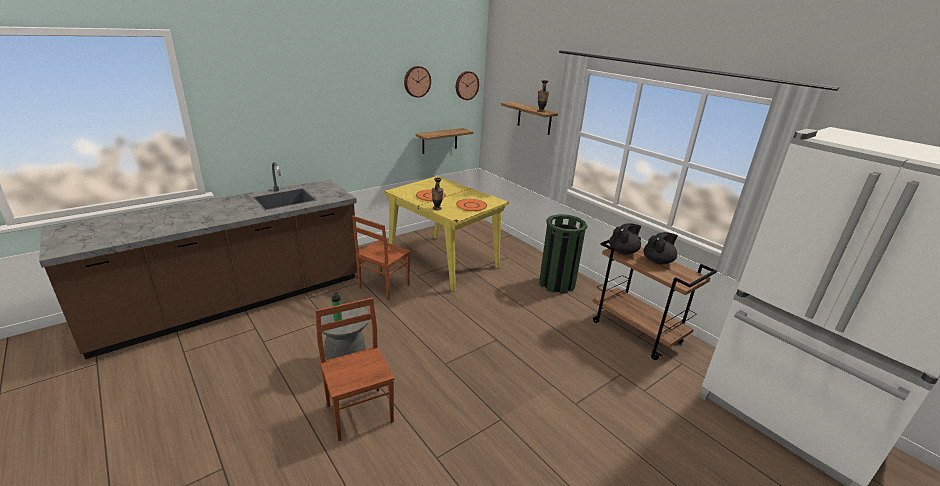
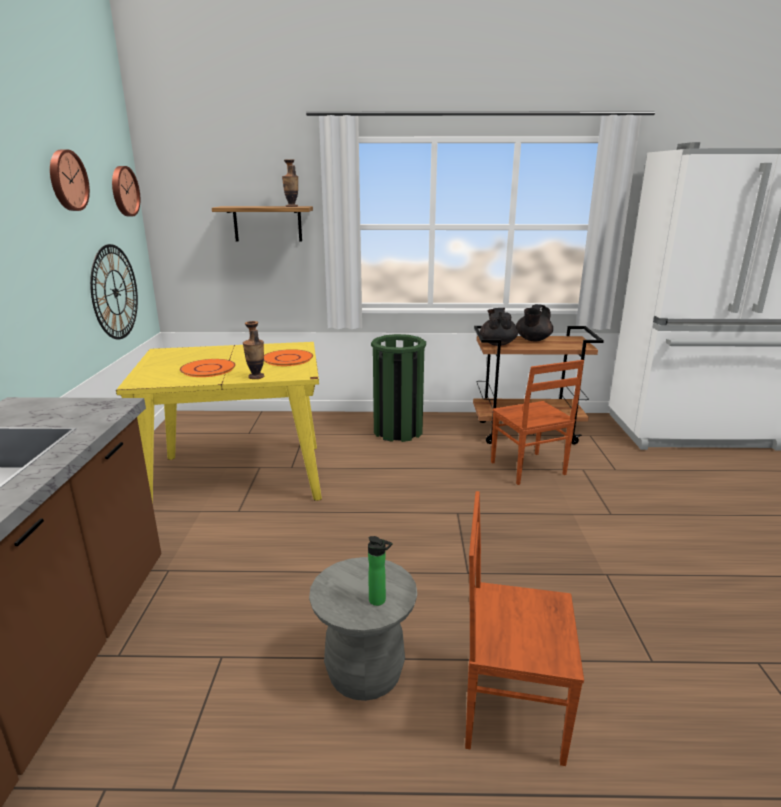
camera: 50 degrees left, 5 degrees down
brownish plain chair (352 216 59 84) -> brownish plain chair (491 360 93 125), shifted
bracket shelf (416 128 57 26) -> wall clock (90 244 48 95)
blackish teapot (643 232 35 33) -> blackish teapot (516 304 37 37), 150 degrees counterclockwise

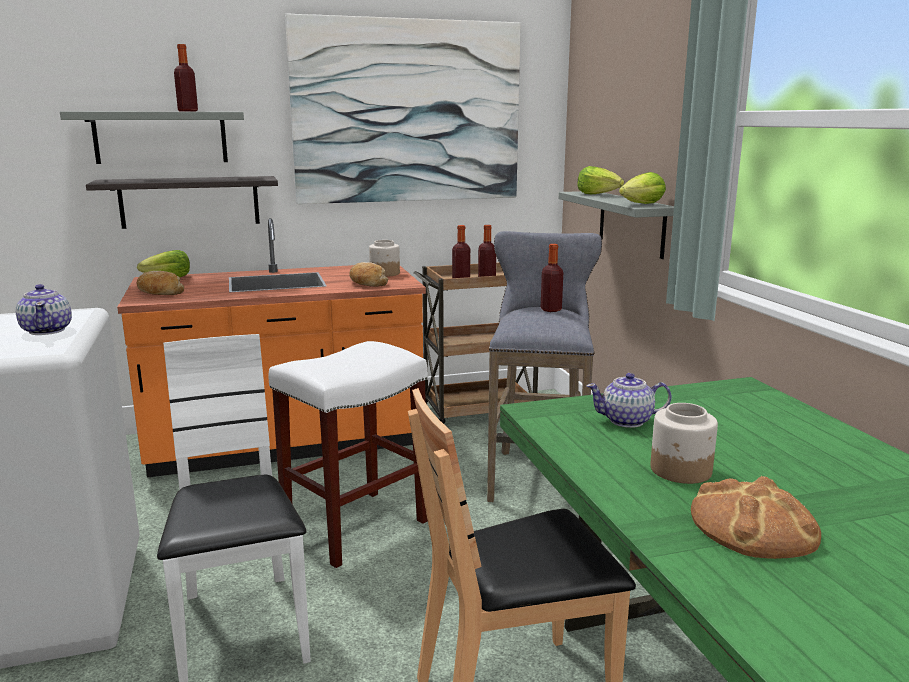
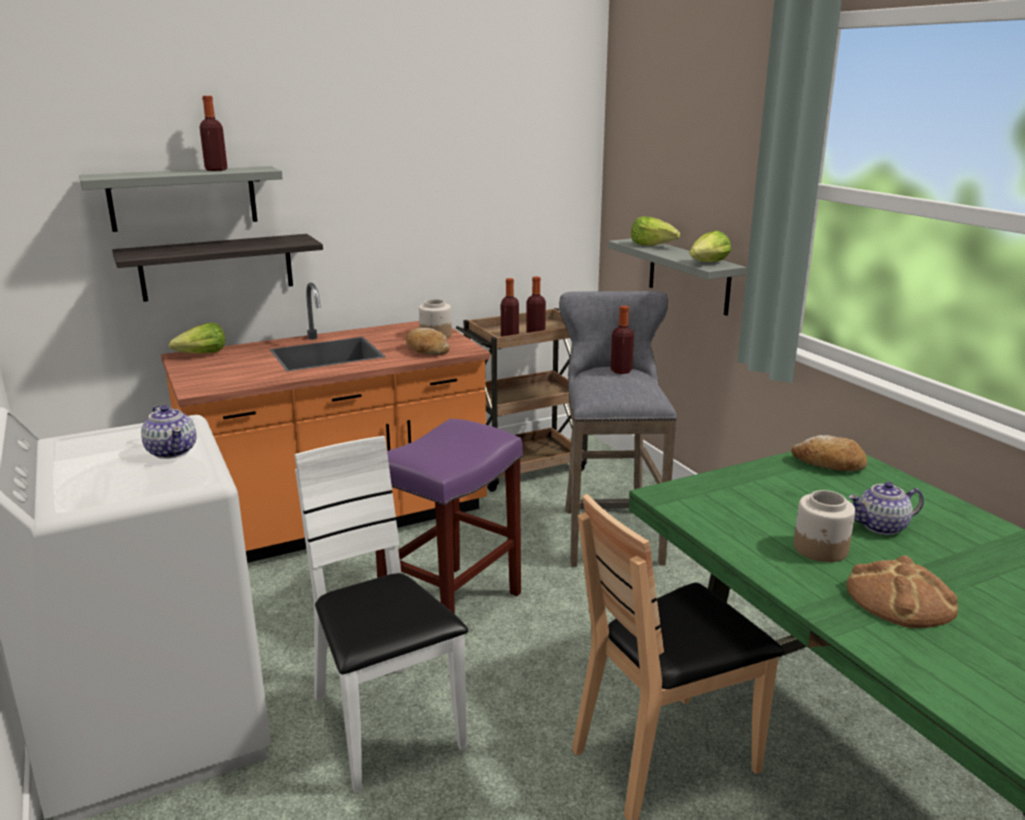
camera: 10 degrees left, 5 degrees up
picture (285 14 236 190) -> none
bread (136 271 48 24) -> bread (791 435 77 36), shifted
teapot (586 373 86 55) -> teapot (848 482 76 53), shifted
whitish sitting stool (268 341 160 227) -> purplish sitting stool (376 419 147 195)

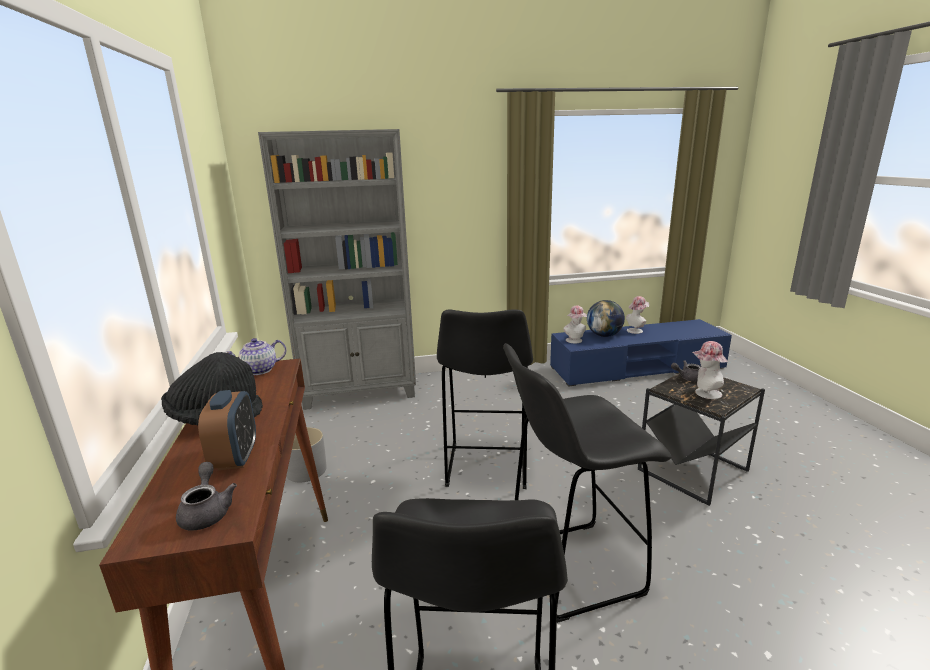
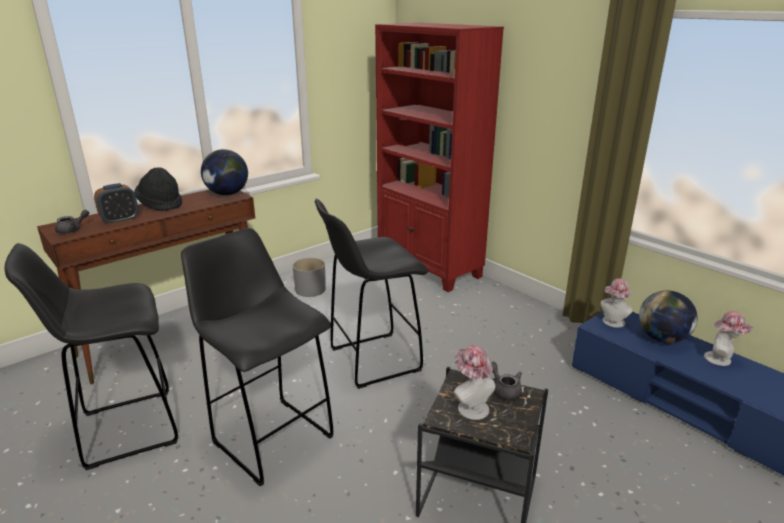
camera: 60 degrees right, 5 degrees up
teapot (225 338 61 37) -> globe (201 149 47 46)
grey shelving unit (258 129 158 281) -> reddish shelving unit (375 23 129 269)

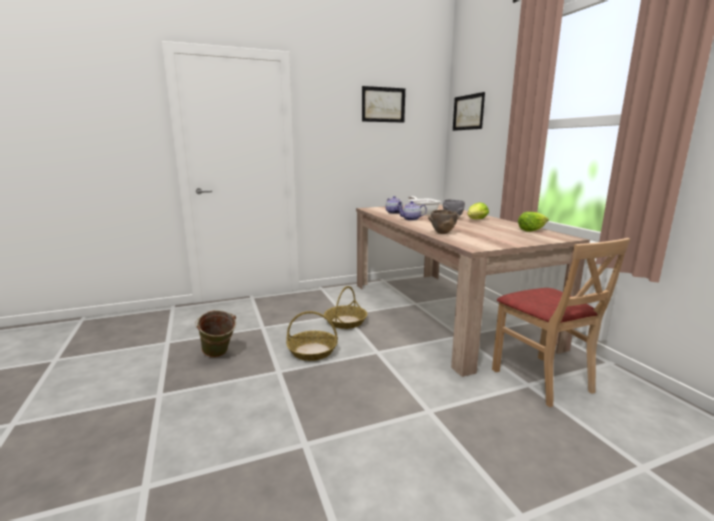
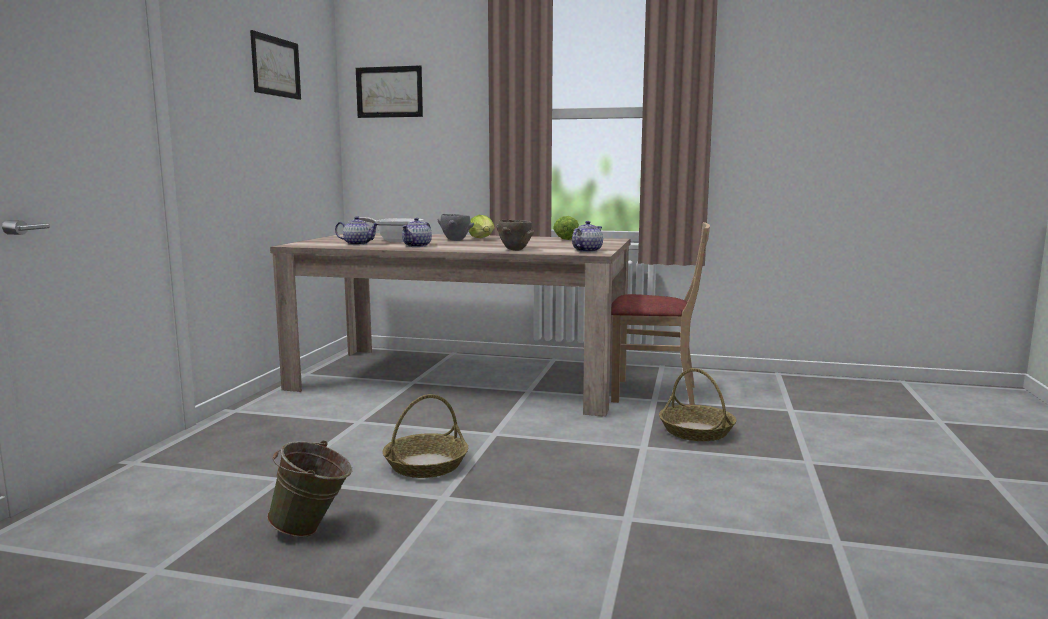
camera: 55 degrees left, 5 degrees down
none -> teapot (572 221 31 31)
storage basket (324 286 43 43) -> storage basket (659 368 77 73), shifted

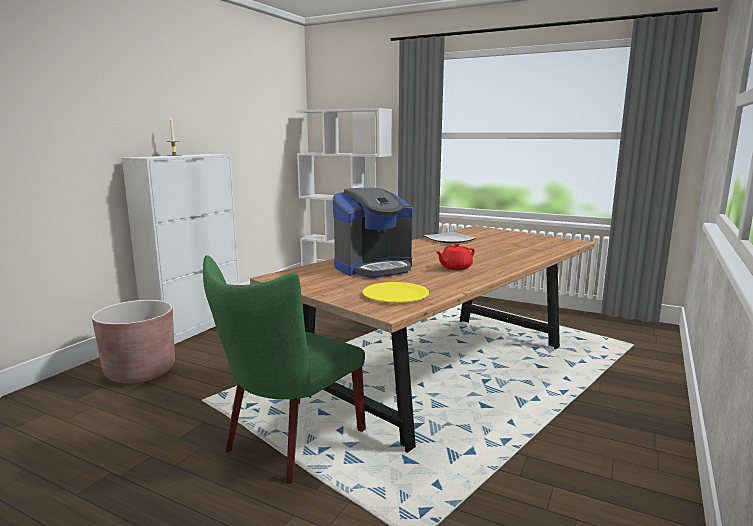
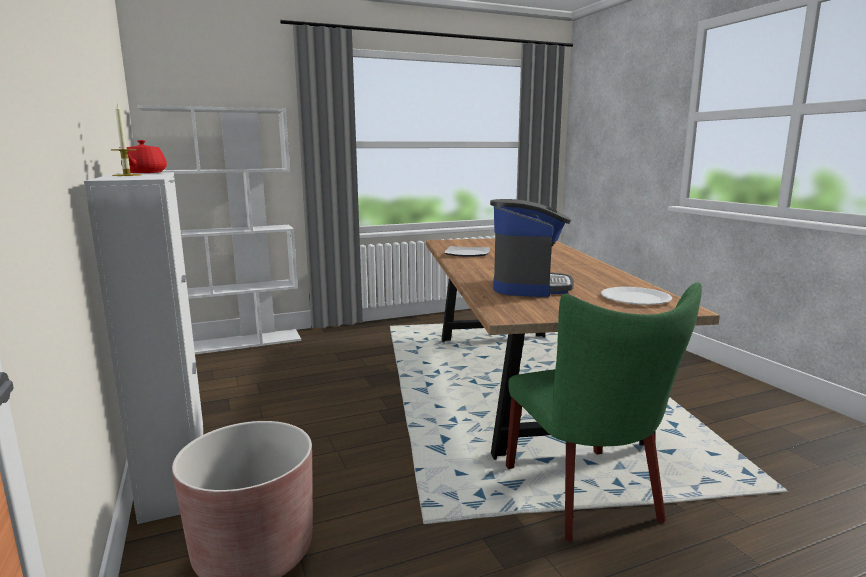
camera: 50 degrees left, 0 degrees up
reddish teapot (436 243 39 27) -> reddish teapot (119 140 48 33), shifted
yellow-coloured dinner plate (363 282 66 21) -> whitish dinner plate (601 287 71 18)

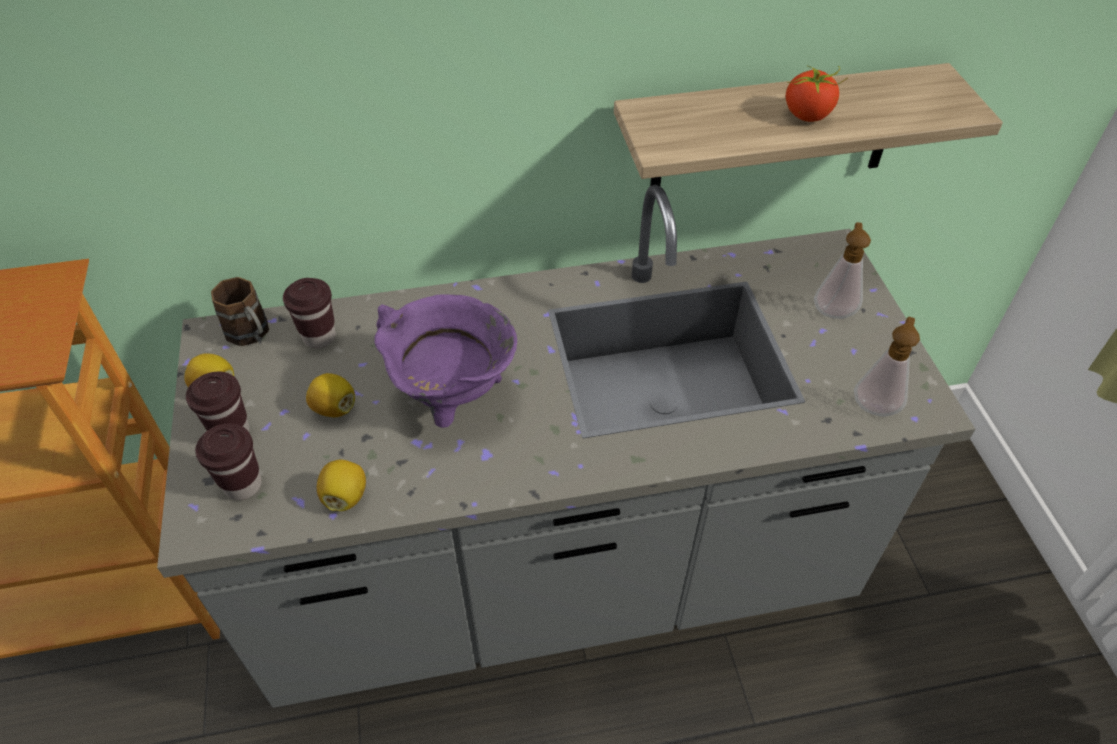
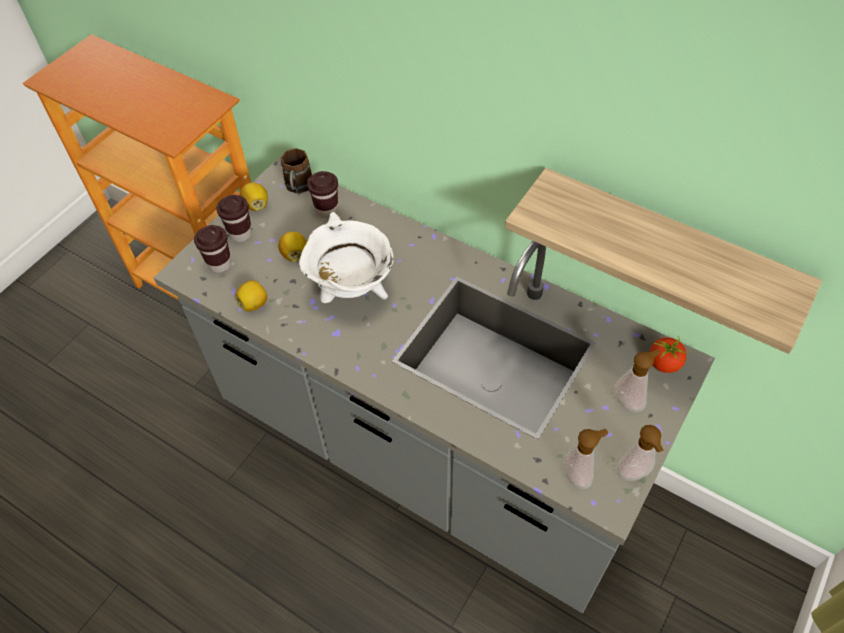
camera: 45 degrees right, 5 degrees up
none -> soap bottle (616 425 47 56)
whole tomato (786 65 62 57) -> whole tomato (650 338 42 35), shifted
purplish stockpot (374 294 143 134) -> whitish stockpot (299 212 94 91)

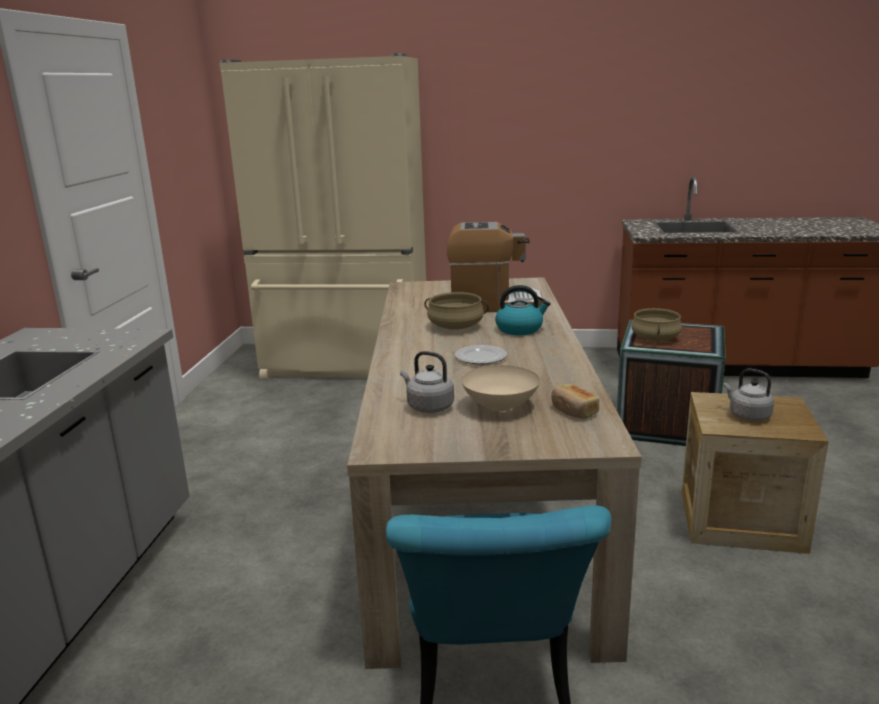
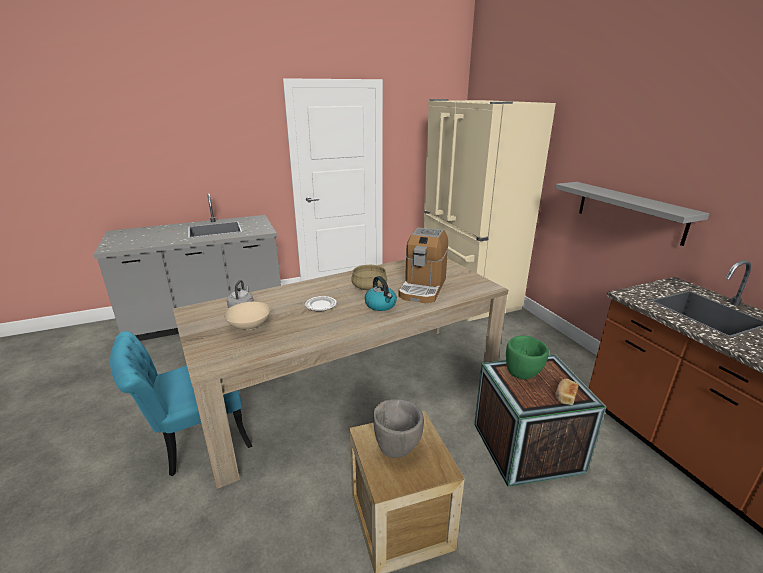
camera: 60 degrees right, 5 degrees up
none -> grey bracket shelf (555 182 155 64)
bread (551 384 48 35) -> bread (556 379 23 26), shifted
beige stockpot (631 308 51 33) -> green-coloured deep dish (506 335 43 44)
grey water kettle (724 368 50 53) -> grey deep dish (373 399 51 59)
coffee machine (447 222 95 90) -> coffee machine (398 228 50 75), 45 degrees clockwise

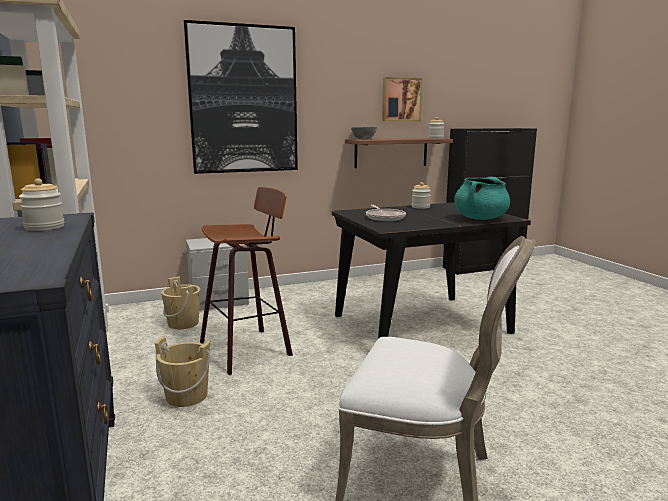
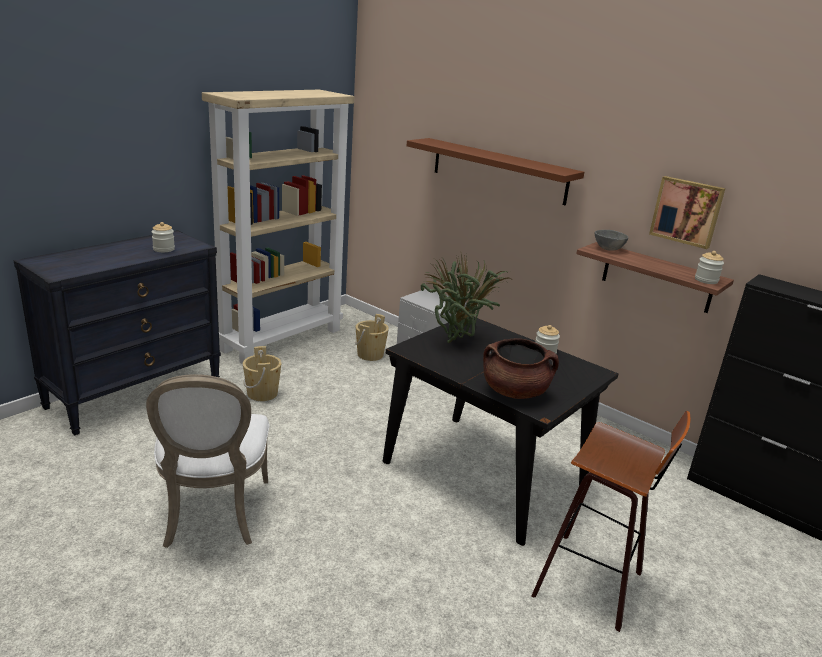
camera: 60 degrees right, 10 degrees up
sitting stool (200 187 93 188) -> sitting stool (531 411 159 221), shifted
picture (183 20 115 154) -> brownish bracket shelf (407 138 177 67)
pan (366 205 40 16) -> houseplant (421 254 90 89)
blue-green stockpot (454 177 56 43) -> brownish stockpot (483 338 76 61)

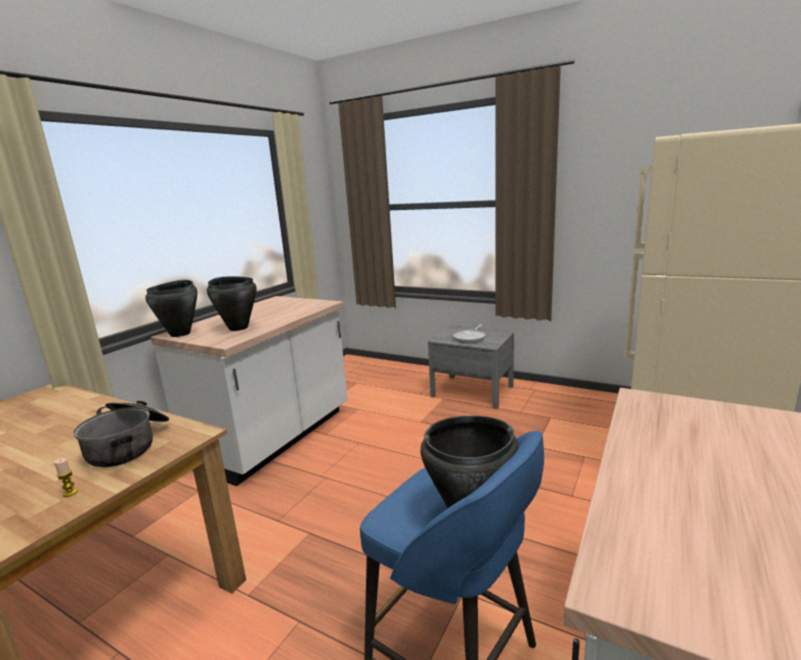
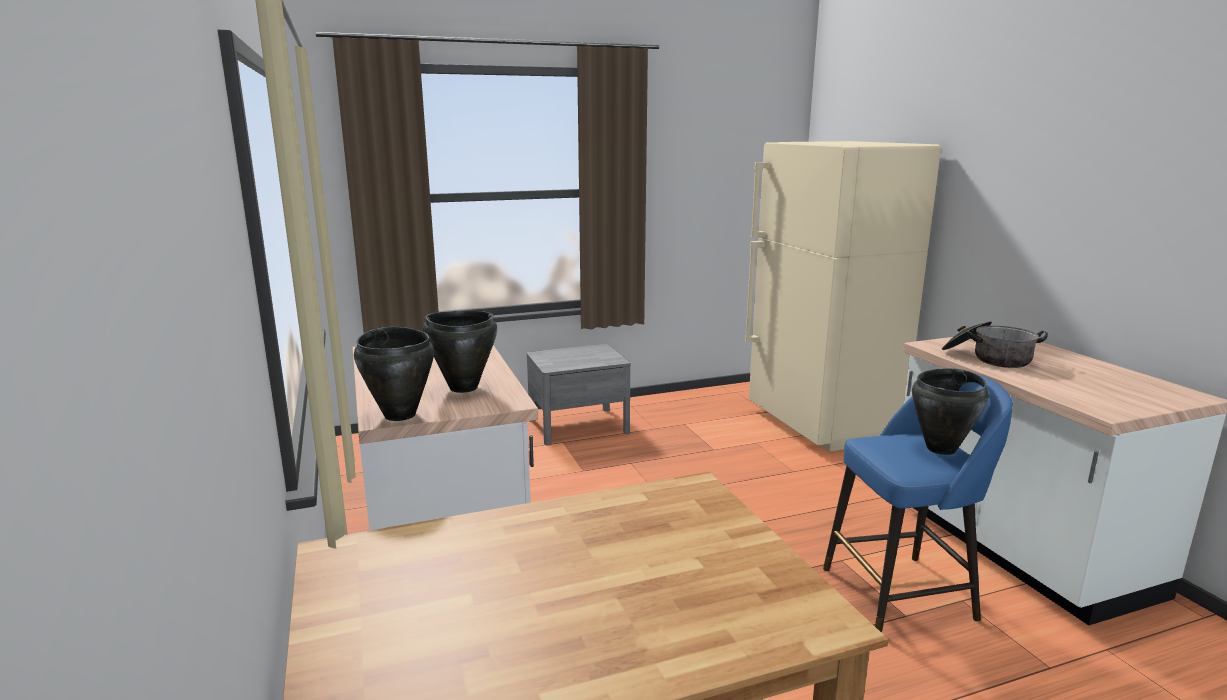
camera: 50 degrees left, 0 degrees up
candle (54 458 24 39) -> none
pan (453 324 33 19) -> none
stockpot (73 401 96 66) -> stockpot (942 321 106 47), shifted

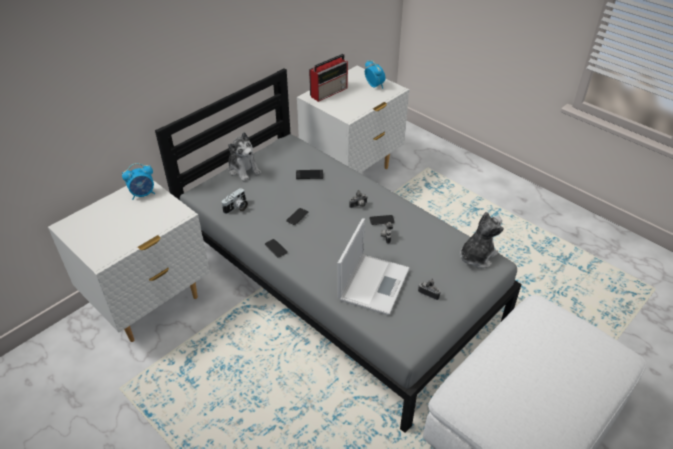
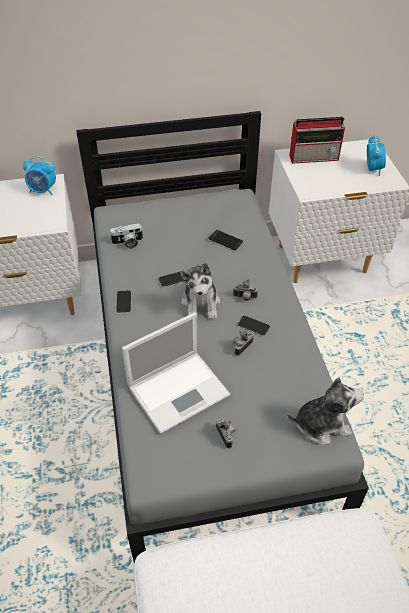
camera: 35 degrees right, 5 degrees up
plush toy (228 132 33 49) -> plush toy (180 263 40 56), shifted

